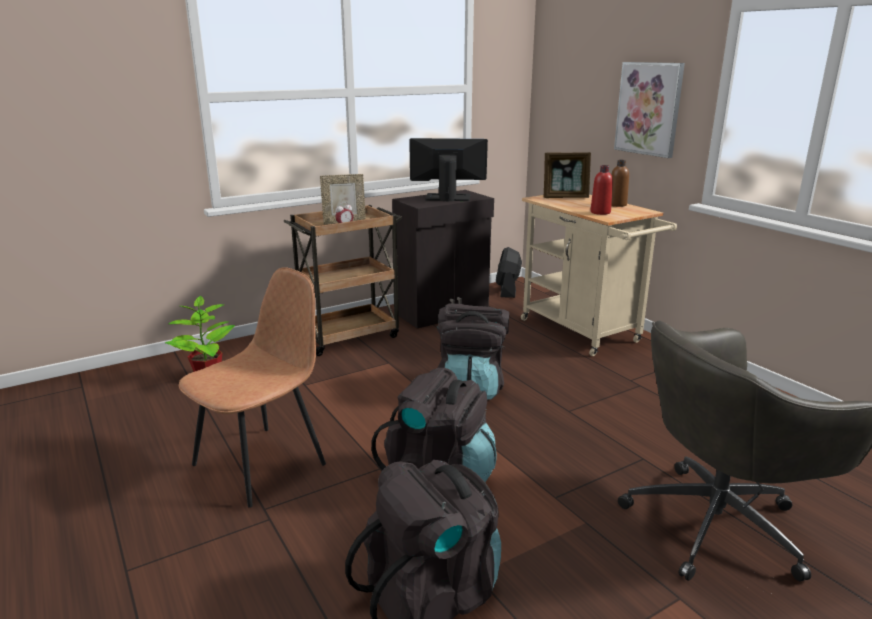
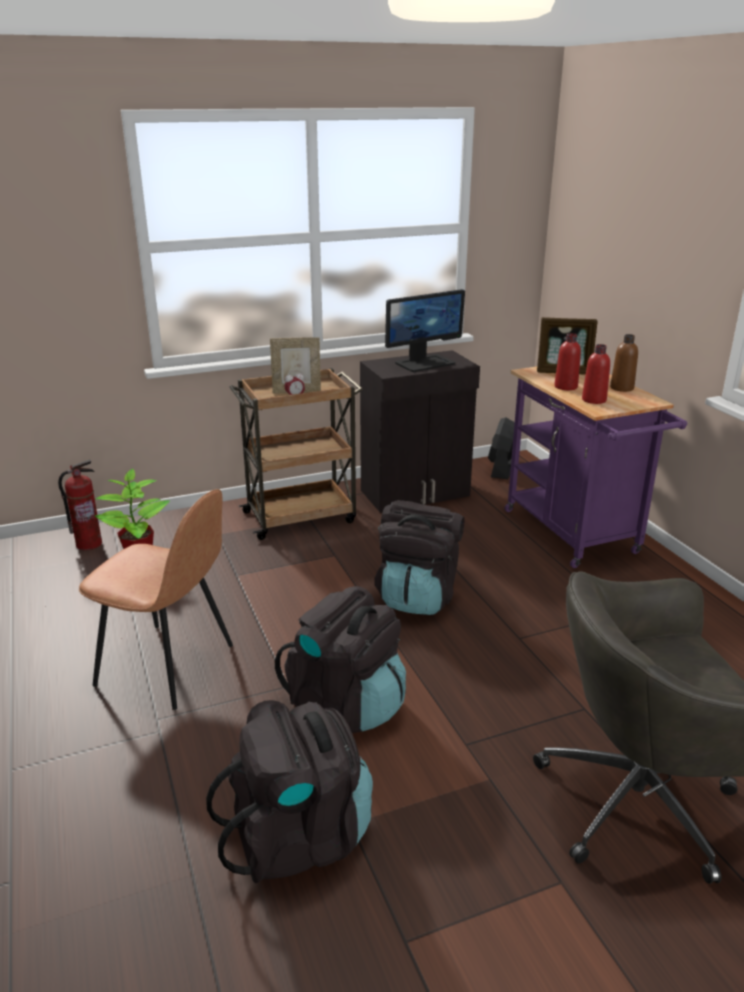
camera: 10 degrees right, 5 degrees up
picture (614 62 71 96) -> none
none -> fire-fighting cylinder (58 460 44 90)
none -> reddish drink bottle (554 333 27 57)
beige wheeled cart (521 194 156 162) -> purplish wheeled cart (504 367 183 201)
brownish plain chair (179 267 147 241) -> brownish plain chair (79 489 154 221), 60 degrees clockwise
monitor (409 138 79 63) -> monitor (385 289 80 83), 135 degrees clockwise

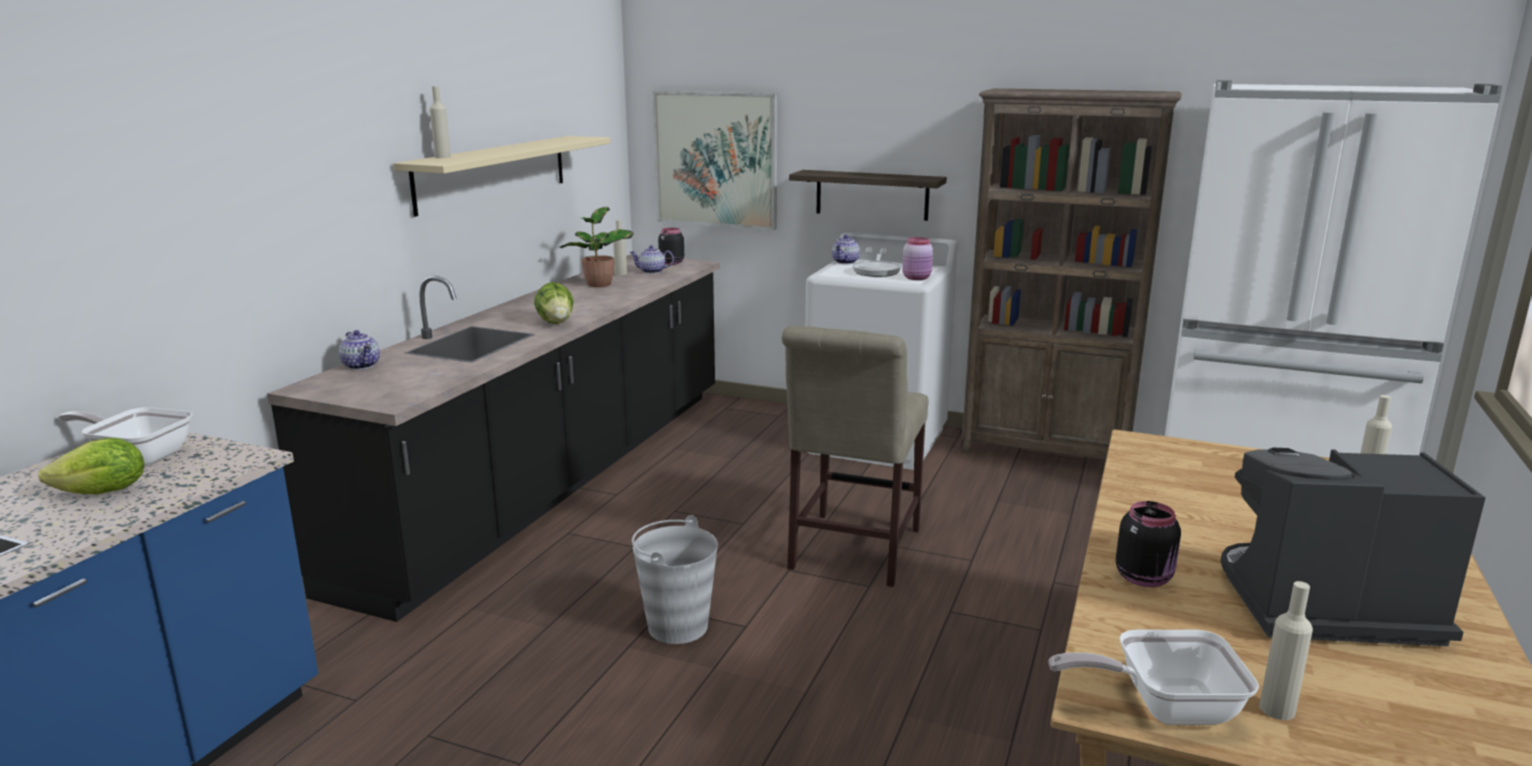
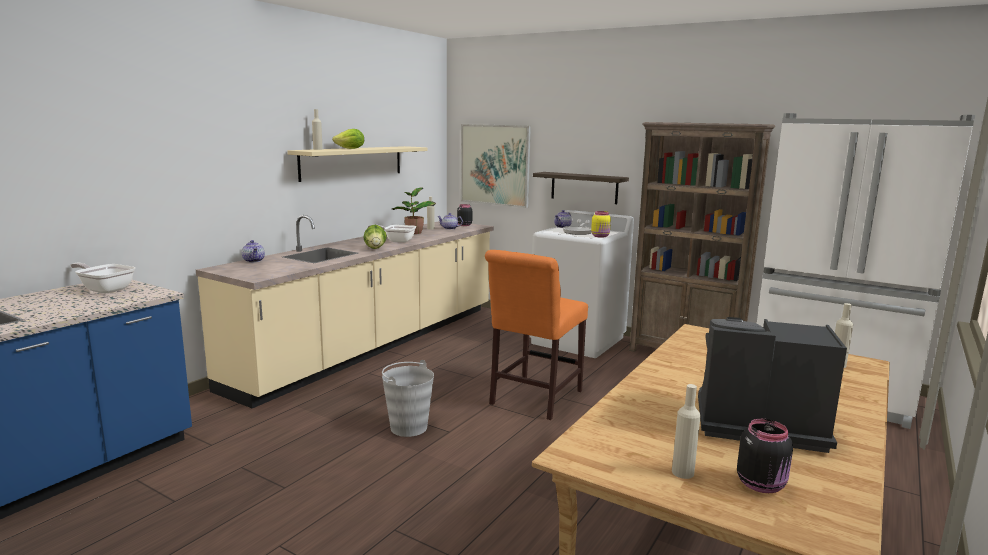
camera: 10 degrees right, 5 degrees down
lettuce (38 438 106 56) -> lettuce (332 129 32 20), shifted
pan (1048 630 211 95) -> pan (368 225 48 18), shifted
blackish storage jar (1116 501 65 86) -> blackish storage jar (737 419 56 74), shifted
blackish counter (267 254 453 368) -> beige counter (196 215 298 193)
beige plain chair (782 326 146 261) -> orange plain chair (485 250 103 170)
pink storage jar (902 237 31 43) -> yellow-coloured storage jar (591 211 20 27)

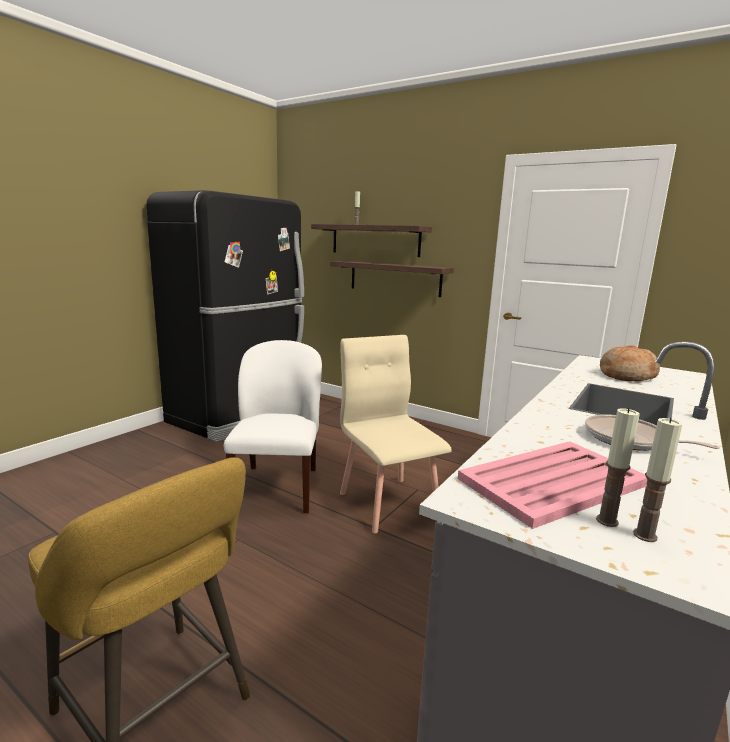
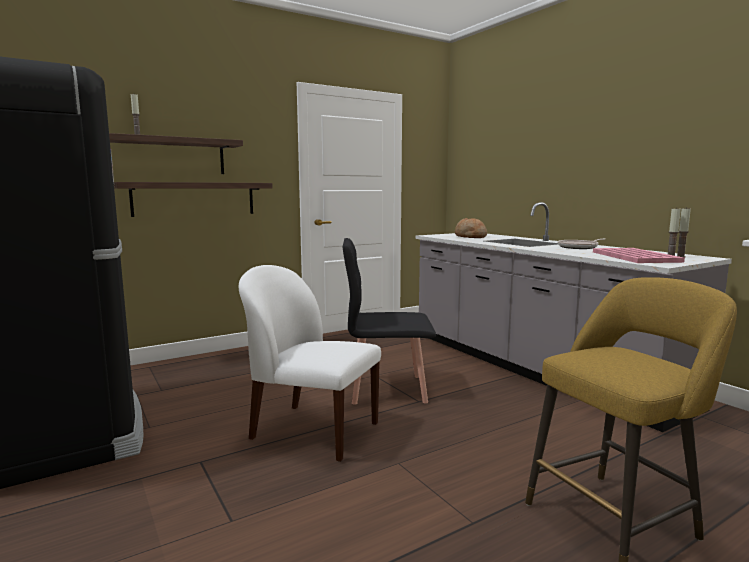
camera: 65 degrees left, 5 degrees down
beige plain chair (340 335 112 198) -> blackish plain chair (343 238 93 167)

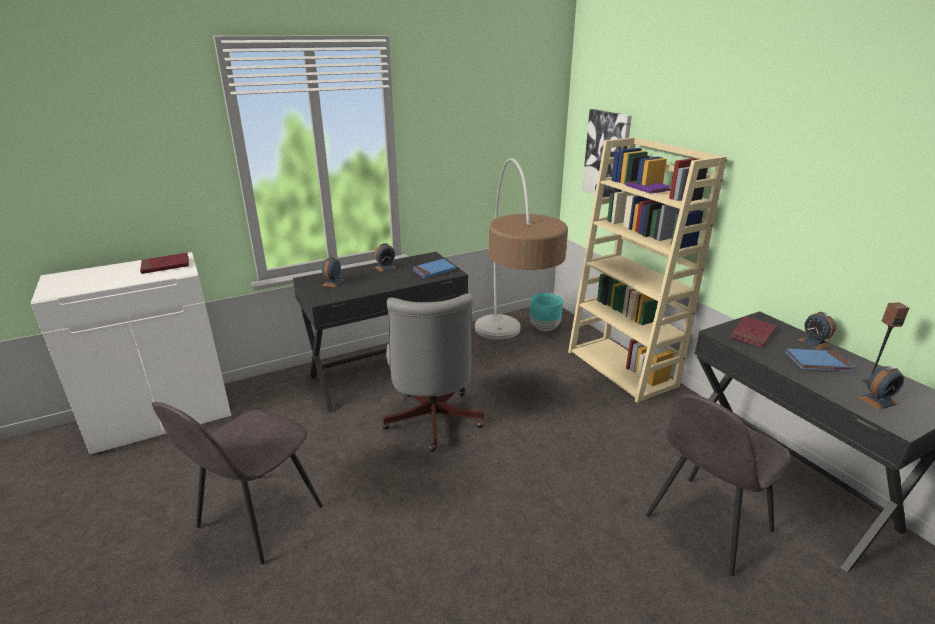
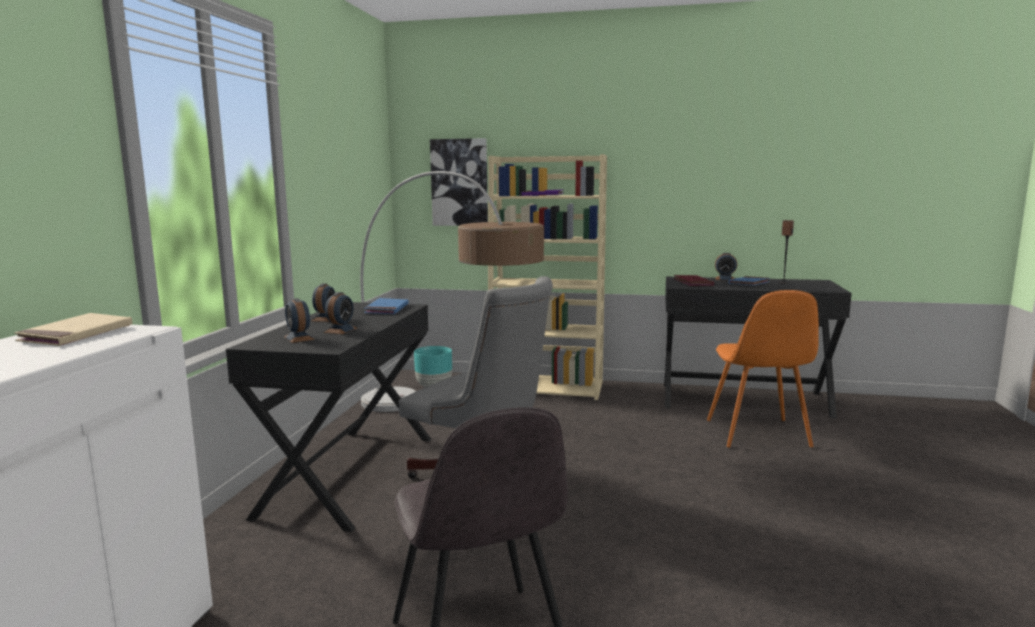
camera: 50 degrees left, 15 degrees down
bedside clock (858 366 46 44) -> bedside clock (324 292 33 42), shifted
reddish bound book (140 253 49 21) -> beige bound book (14 313 118 33)
grey plain chair (646 394 145 182) -> orange plain chair (707 290 112 157)

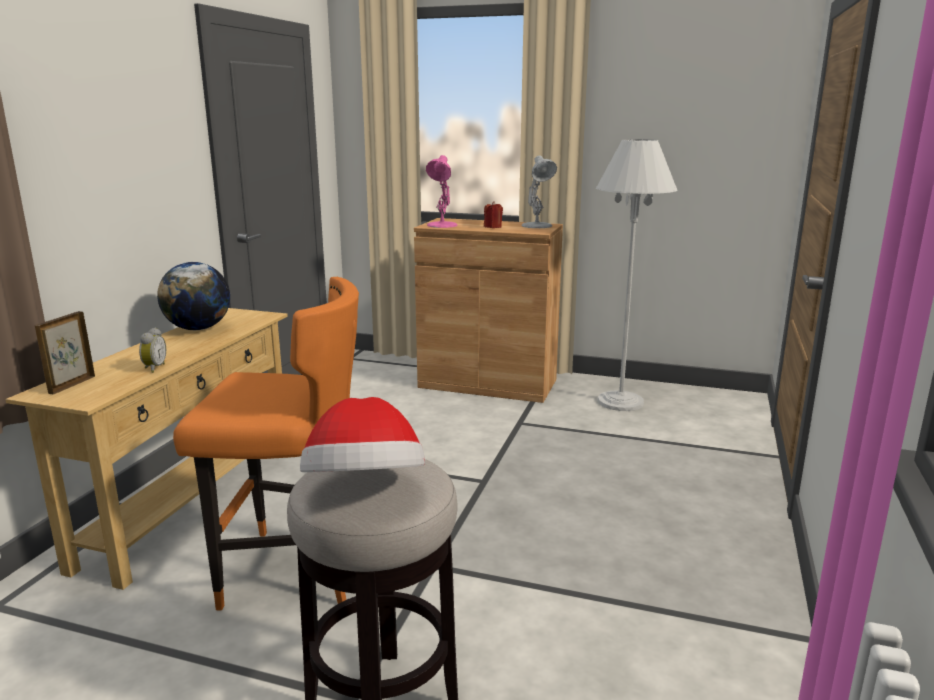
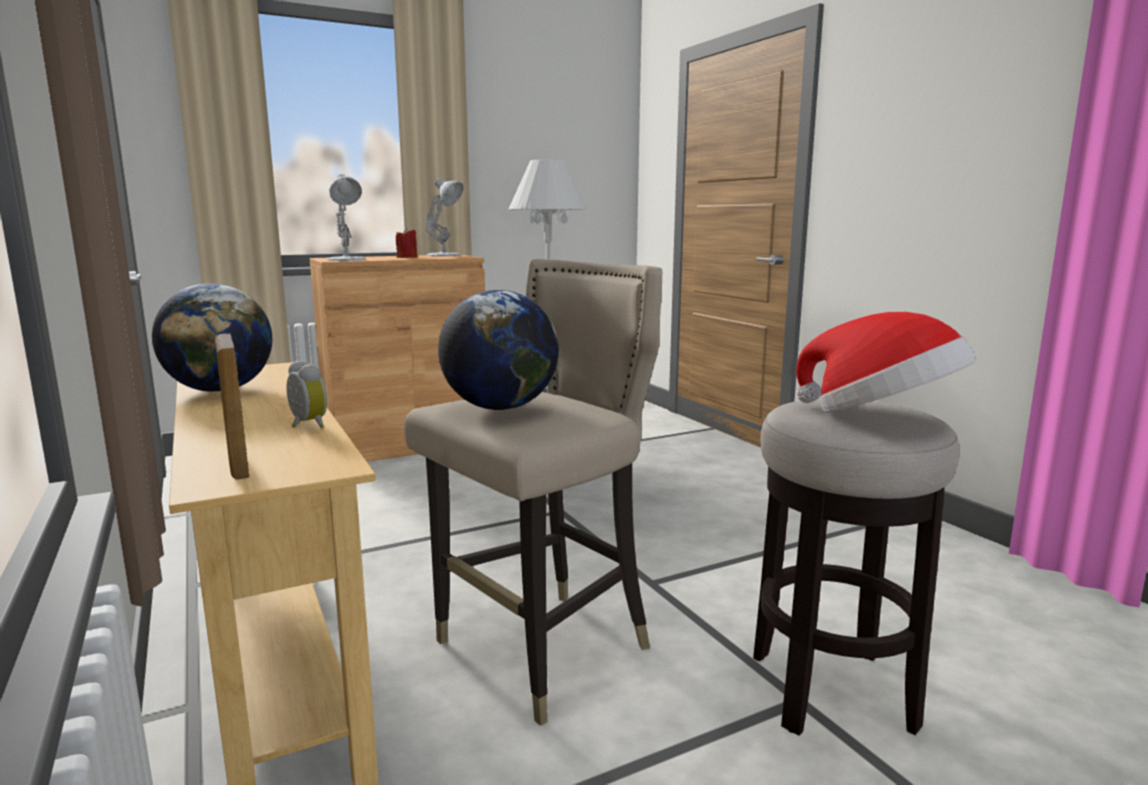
camera: 45 degrees left, 5 degrees down
none -> globe (438 290 121 120)
orange sitting stool (173 277 186 334) -> beige sitting stool (404 259 259 467)
pink tabletop lamp (426 155 32 73) -> whitish tabletop lamp (327 174 39 87)

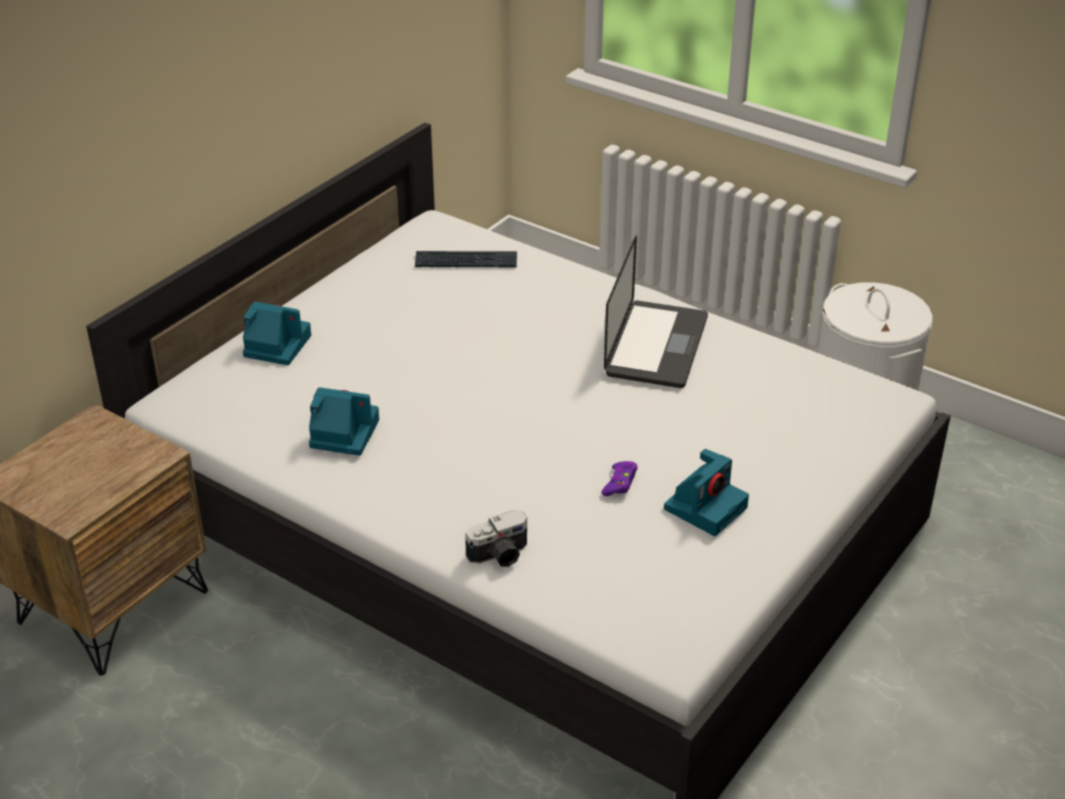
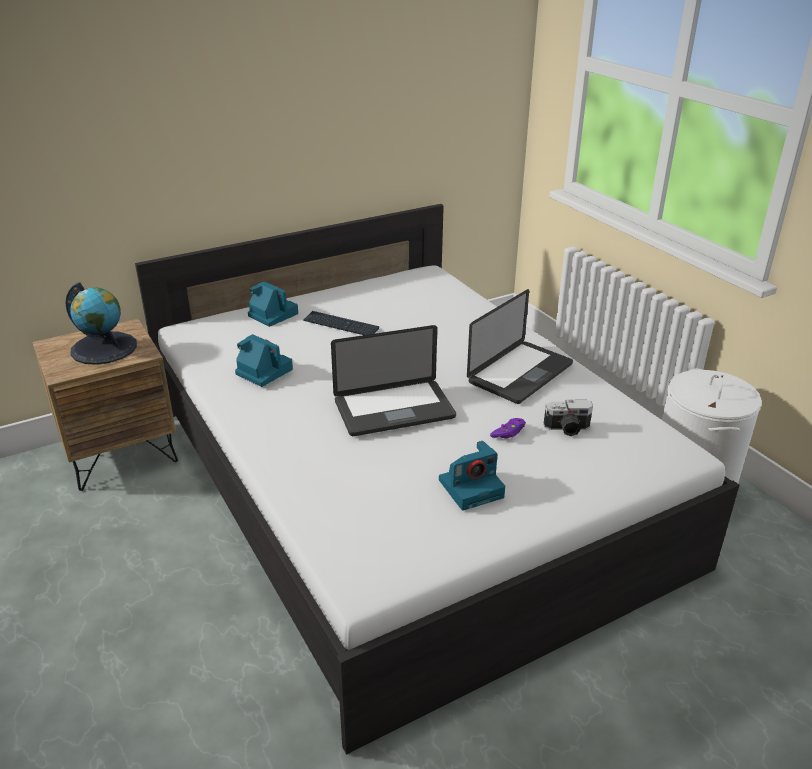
camera: 25 degrees right, 5 degrees down
none -> globe (65 282 72 83)
none -> notebook computer (331 325 125 111)
computer keyboard (415 251 102 16) -> computer keyboard (303 311 76 24), shifted
still camera (465 510 62 57) -> still camera (544 399 49 37), shifted
purplish game controller (601 461 37 35) -> purplish game controller (490 418 36 21), shifted

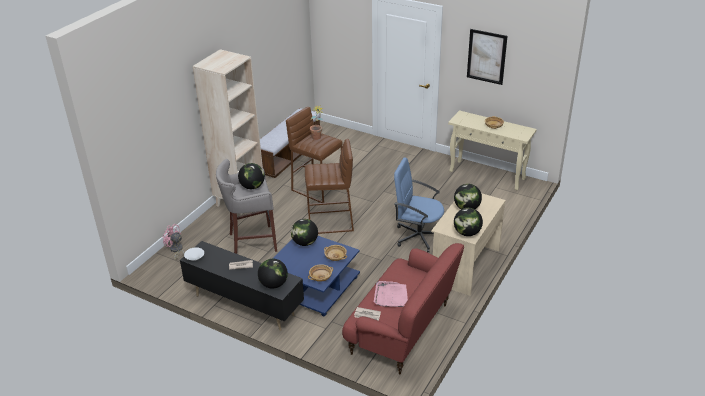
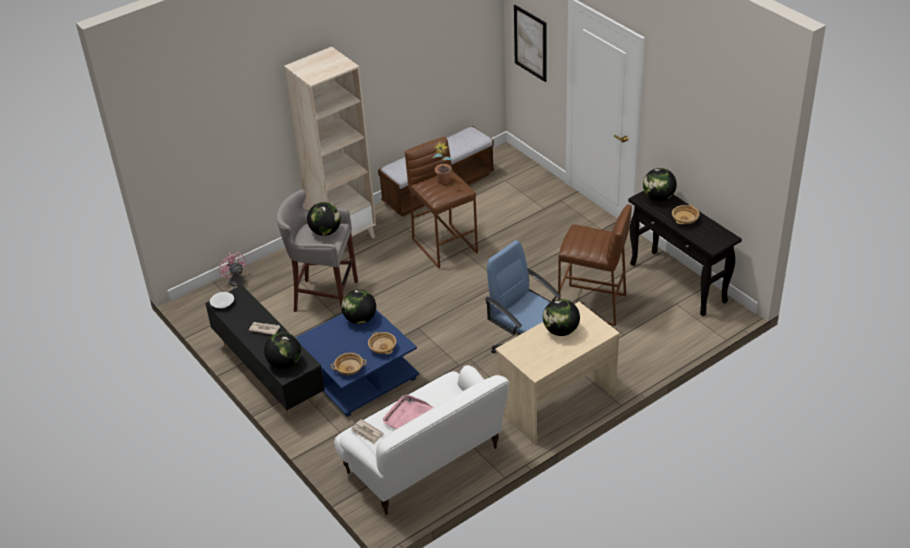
camera: 25 degrees right, 5 degrees up
brownish sitting stool (305 139 49 95) -> brownish sitting stool (558 204 74 122), shifted
globe (454 208 29 28) -> globe (643 168 34 33), shifted
picture (467 29 40 56) -> picture (514 5 33 77), shifted
reddish sofa (342 243 122 131) -> whitish sofa (334 365 175 150)
beige narrow table (448 110 89 80) -> blackish narrow table (628 191 114 125)

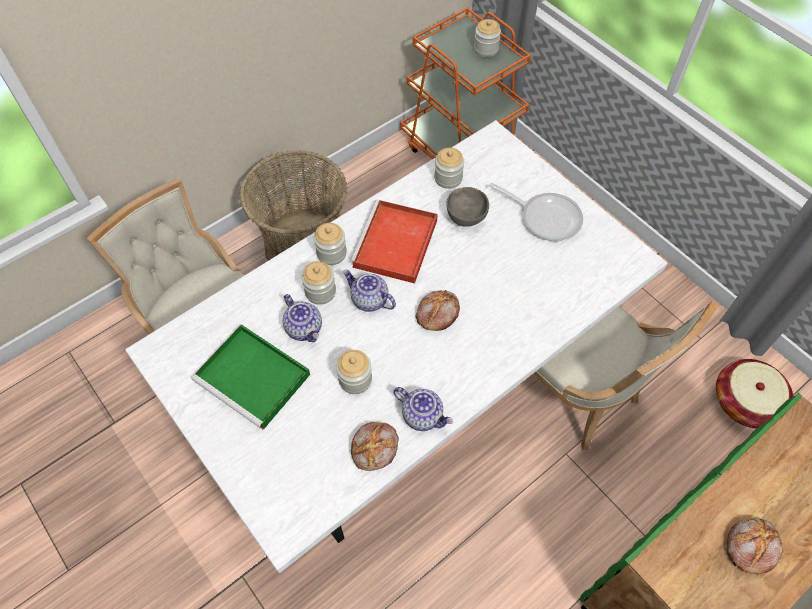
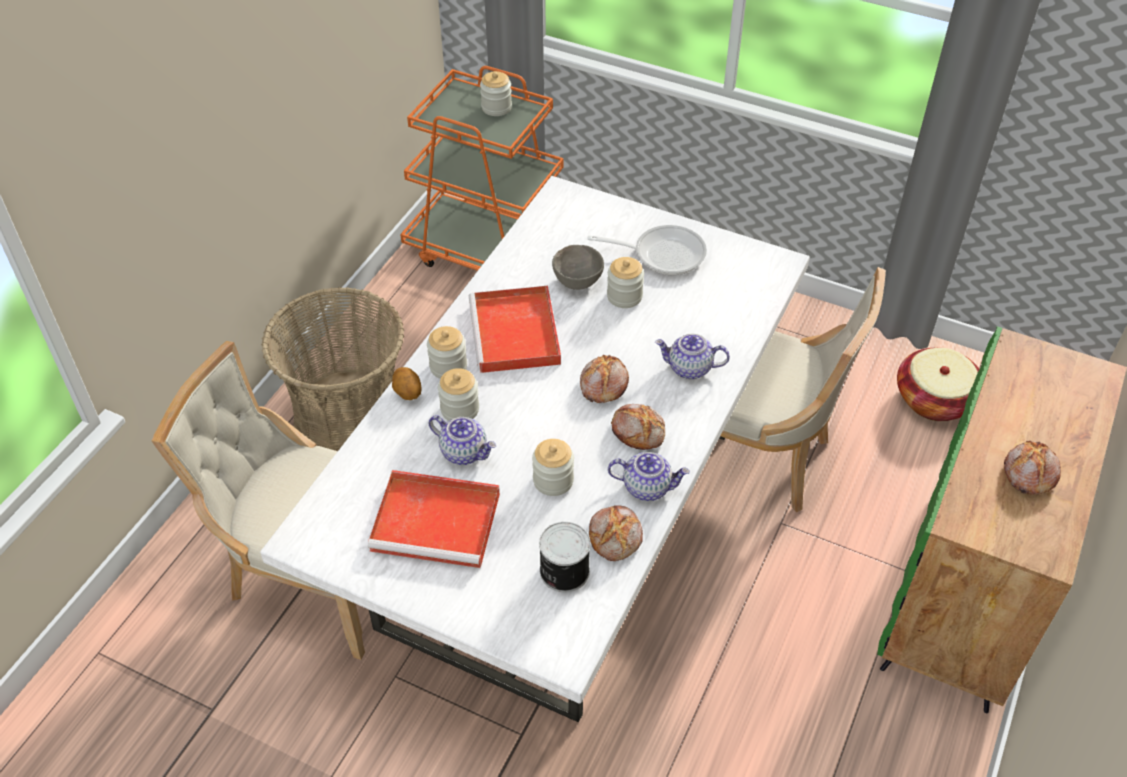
camera: 25 degrees left, 10 degrees down
none -> potato (392 367 30 33)
none -> can (539 522 51 70)
none -> bread (611 404 54 46)
teapot (343 270 53 42) -> teapot (655 333 75 46), shifted
storage jar (434 148 30 41) -> storage jar (607 257 37 51), shifted
green-coloured tray (192 324 118 106) -> reddish tray (368 470 132 98)

